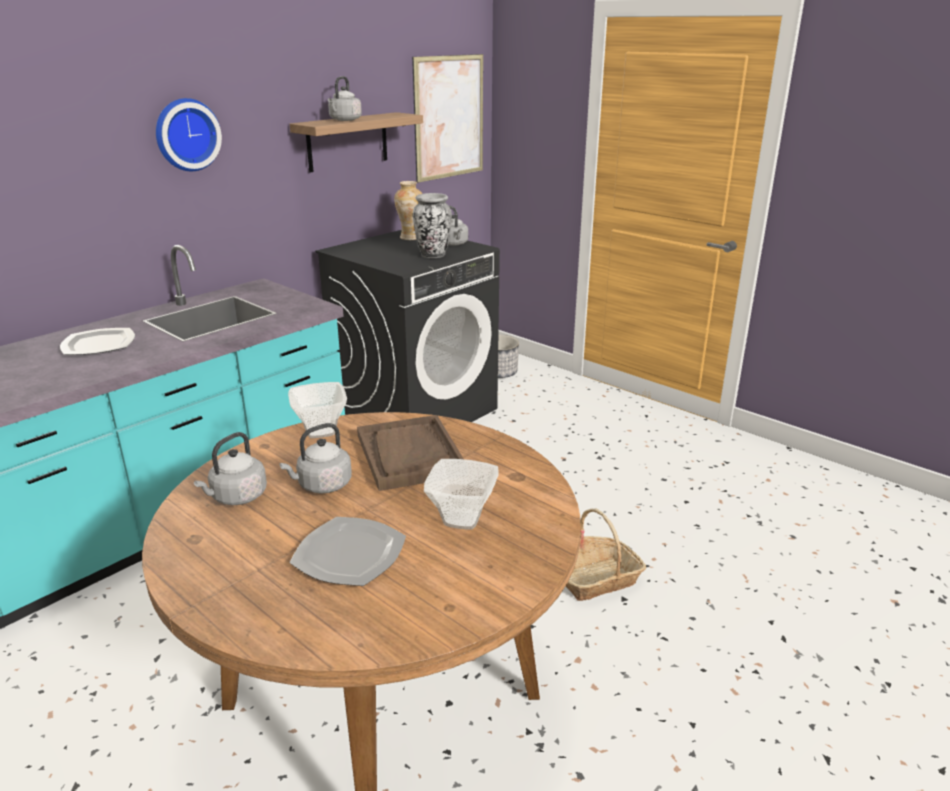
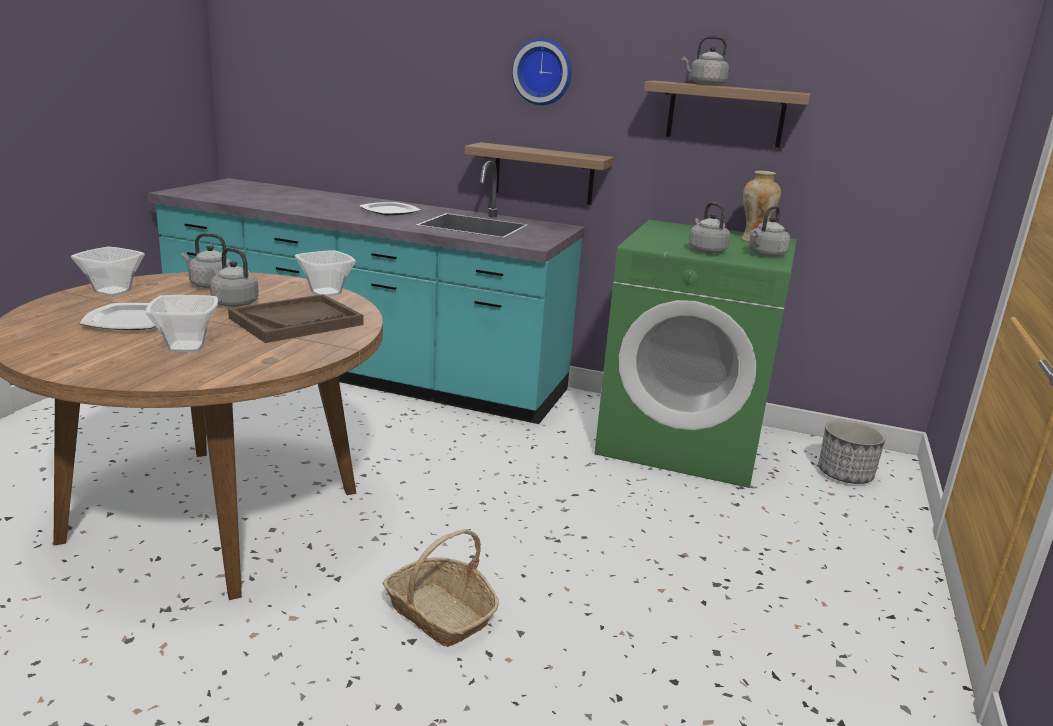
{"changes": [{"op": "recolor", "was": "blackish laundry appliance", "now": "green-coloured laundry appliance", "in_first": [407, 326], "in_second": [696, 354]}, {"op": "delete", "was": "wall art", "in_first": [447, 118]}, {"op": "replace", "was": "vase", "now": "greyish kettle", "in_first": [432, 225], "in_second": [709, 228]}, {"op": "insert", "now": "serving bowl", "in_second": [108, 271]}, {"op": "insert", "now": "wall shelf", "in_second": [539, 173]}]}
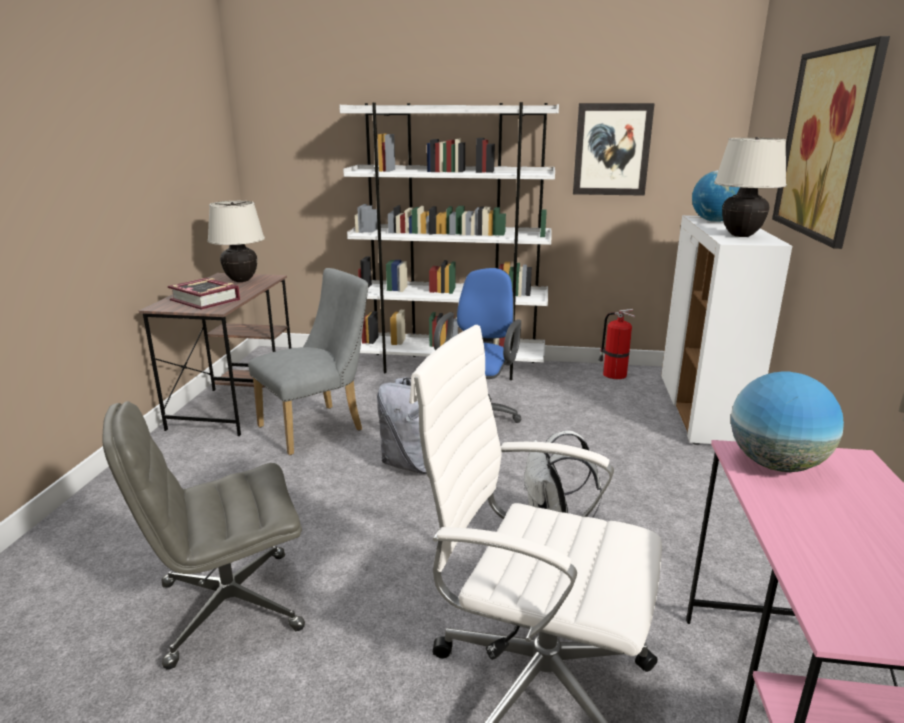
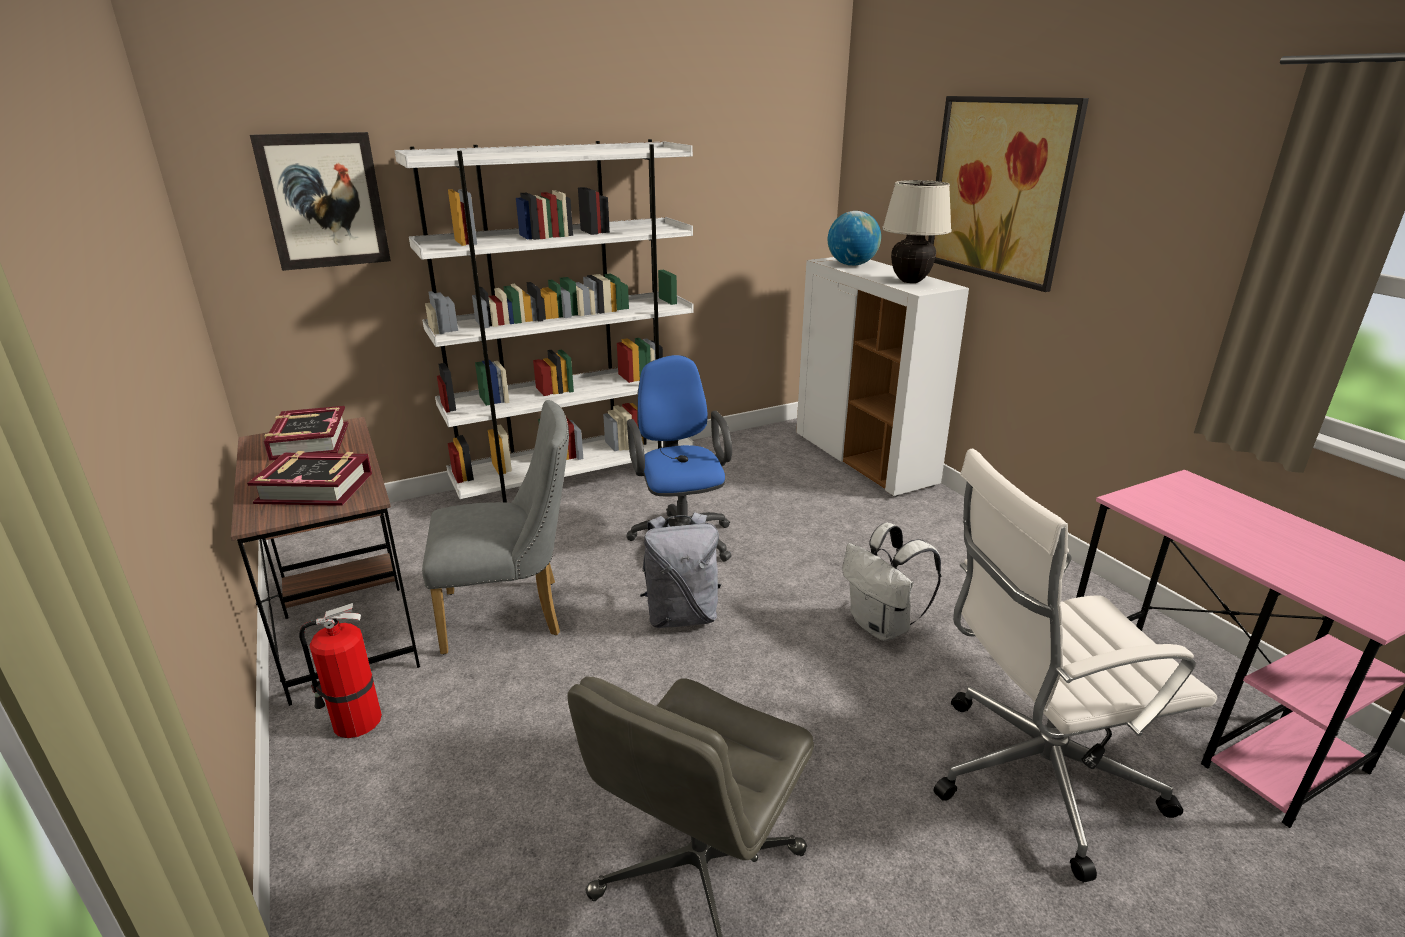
{"changes": [{"op": "replace", "was": "beige-coloured tabletop lamp", "now": "bound book", "in_first": [236, 241], "in_second": [306, 433]}, {"op": "rotate", "was": "greyish chair", "in_first": [308, 361], "in_second": [495, 527], "clockwise": 60}, {"op": "move", "was": "wall art", "in_first": [614, 149], "in_second": [320, 201]}, {"op": "move", "was": "extinguisher", "in_first": [617, 344], "in_second": [340, 670]}, {"op": "delete", "was": "world globe", "in_first": [787, 422]}]}
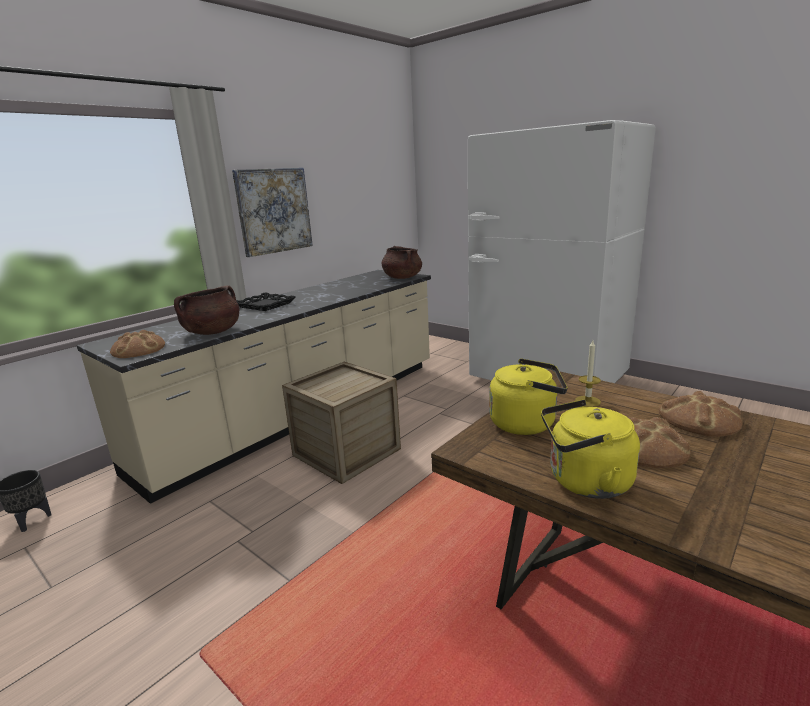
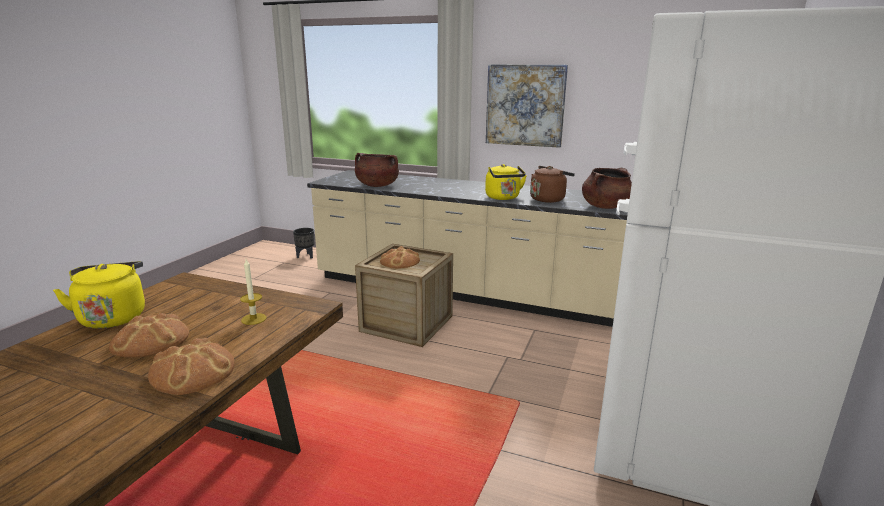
{"changes": [{"op": "move", "was": "baked bread", "in_first": [137, 344], "in_second": [400, 257]}, {"op": "delete", "was": "blackish carrying tray", "in_first": [266, 302]}, {"op": "move", "was": "yellow-coloured kettle", "in_first": [528, 396], "in_second": [506, 182]}, {"op": "insert", "now": "brown-coloured kettle", "in_second": [552, 184]}]}
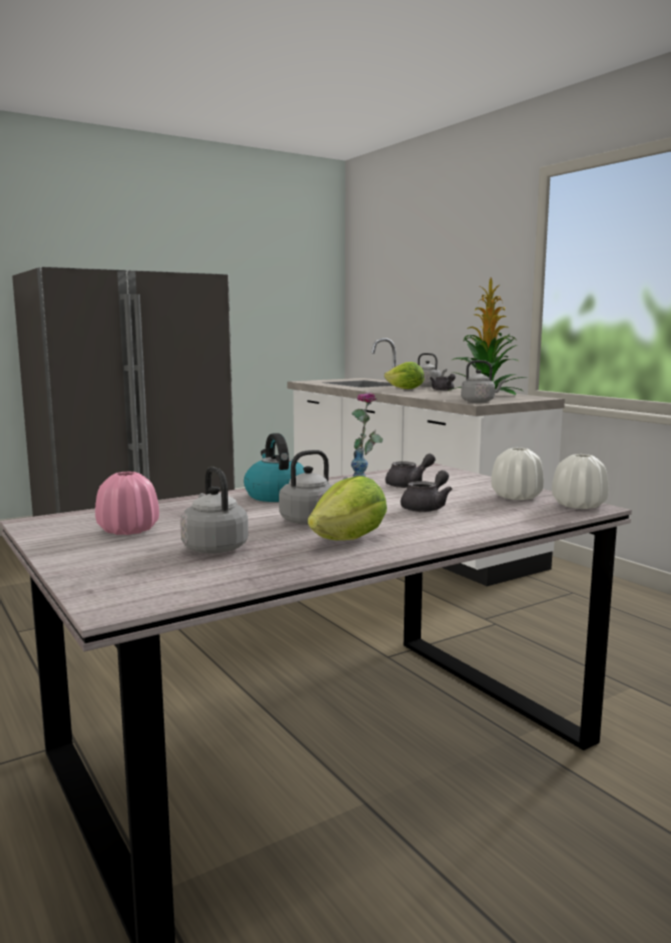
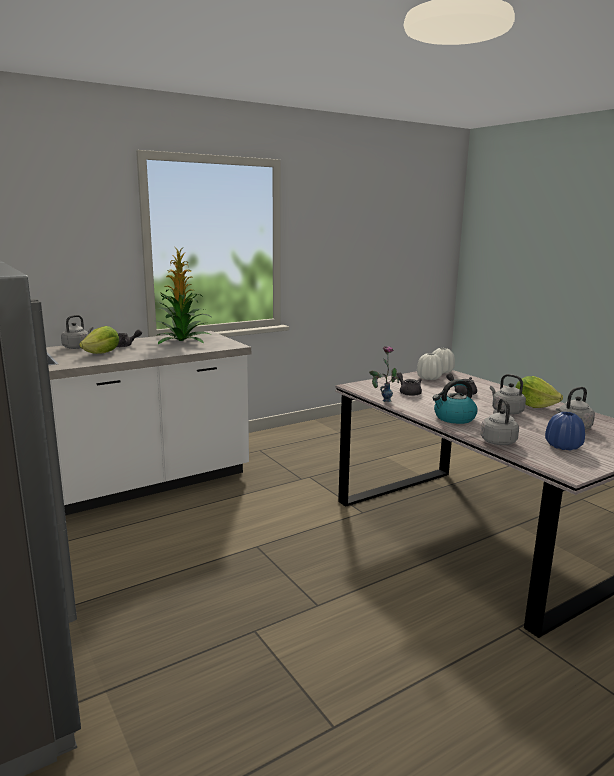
{"changes": [{"op": "recolor", "was": "pink vase", "now": "blue vase", "in_first": [127, 503], "in_second": [565, 431]}, {"op": "move", "was": "greyish kettle", "in_first": [483, 381], "in_second": [500, 421]}]}
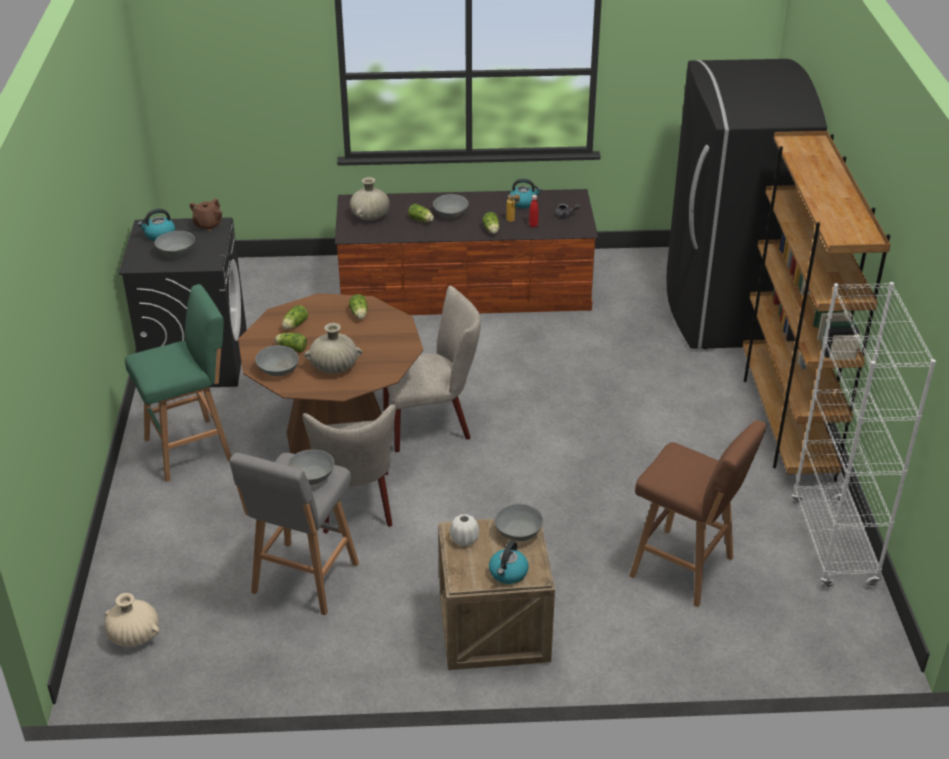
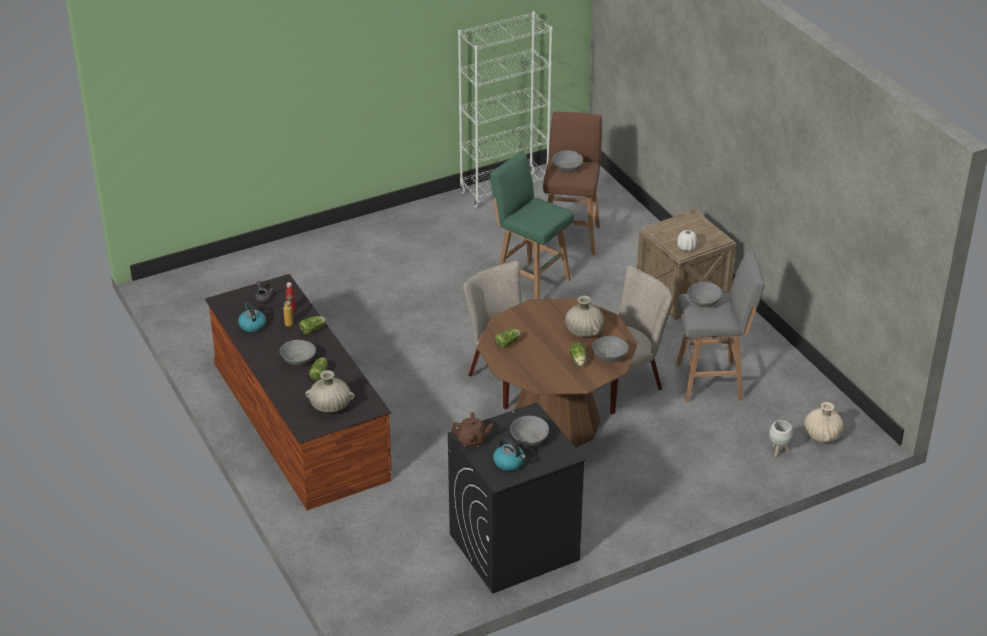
{"changes": [{"op": "move", "was": "green-coloured sitting stool", "in_first": [178, 383], "in_second": [532, 225]}, {"op": "delete", "was": "head of lettuce", "in_first": [295, 317]}, {"op": "delete", "was": "kettle", "in_first": [509, 562]}, {"op": "move", "was": "greyish serving bowl", "in_first": [518, 522], "in_second": [568, 161]}, {"op": "delete", "was": "blackish fridge", "in_first": [747, 204]}, {"op": "delete", "was": "brown-coloured bookcase", "in_first": [817, 306]}, {"op": "insert", "now": "whitish flower pot", "in_second": [781, 438]}]}
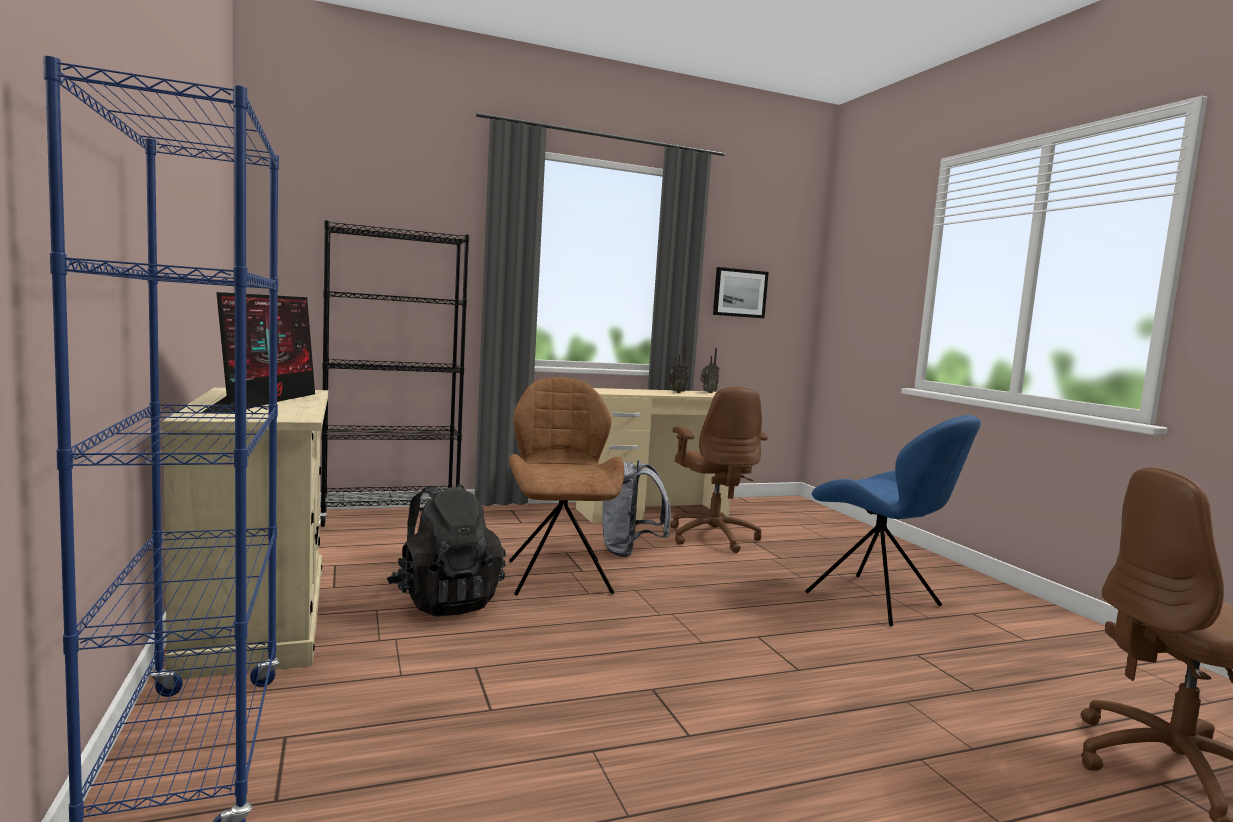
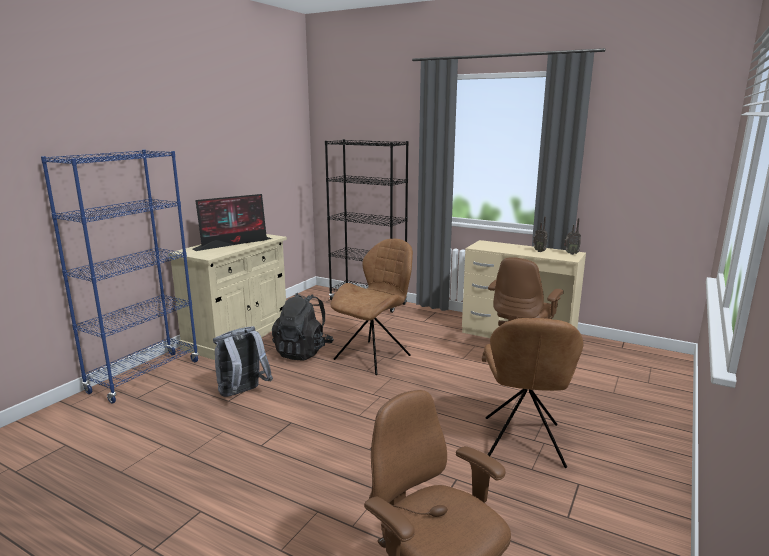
{"changes": [{"op": "move", "was": "greyish backpack", "in_first": [637, 508], "in_second": [243, 361]}, {"op": "delete", "was": "wall art", "in_first": [741, 292]}, {"op": "recolor", "was": "blue chair", "now": "brown-coloured chair", "in_first": [893, 520], "in_second": [534, 393]}]}
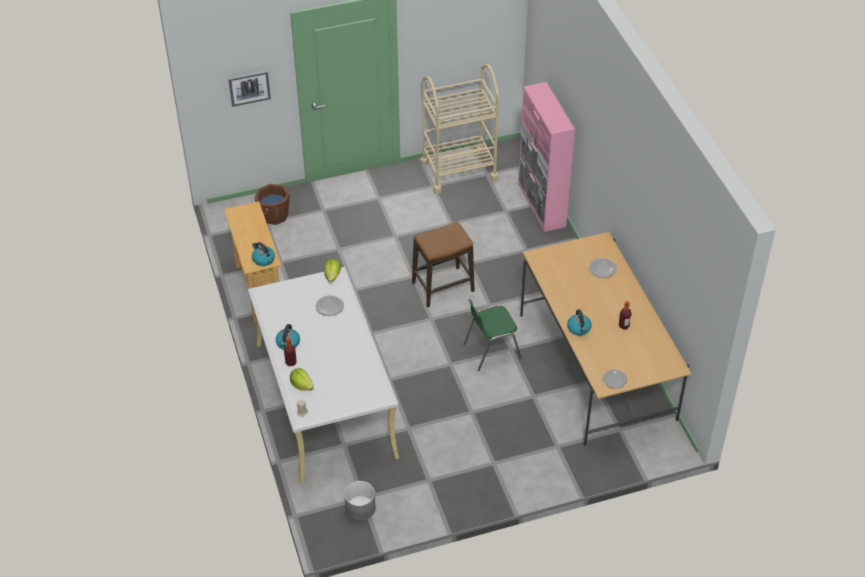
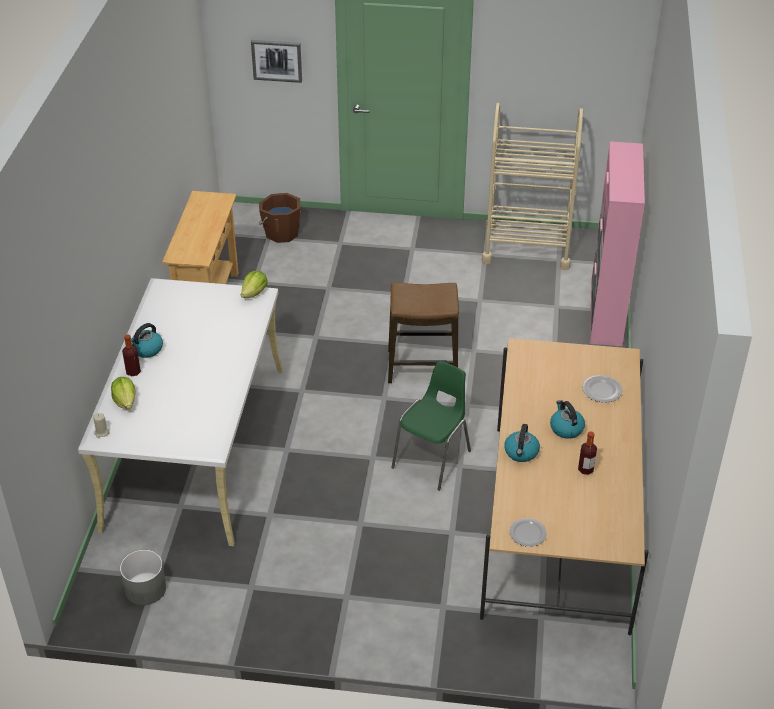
{"changes": [{"op": "move", "was": "kettle", "in_first": [263, 254], "in_second": [567, 419]}, {"op": "delete", "was": "plate", "in_first": [330, 305]}, {"op": "rotate", "was": "green-coloured chair", "in_first": [492, 335], "in_second": [431, 426], "clockwise": 120}]}
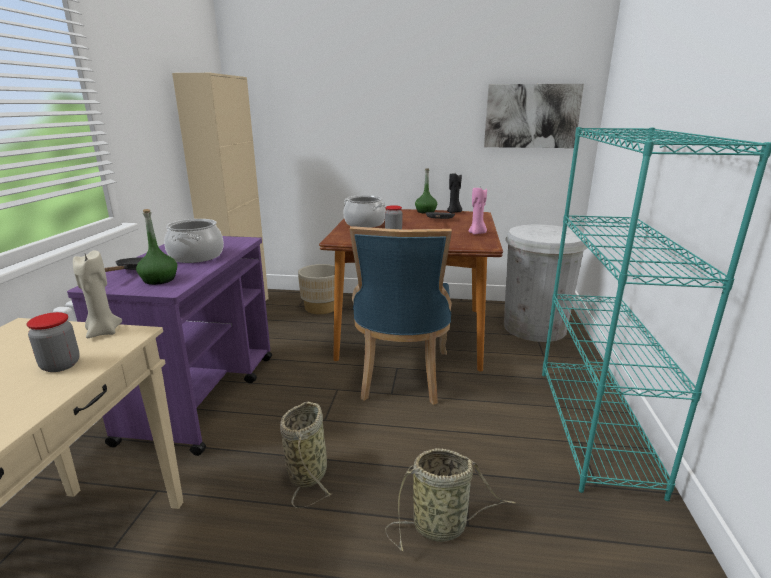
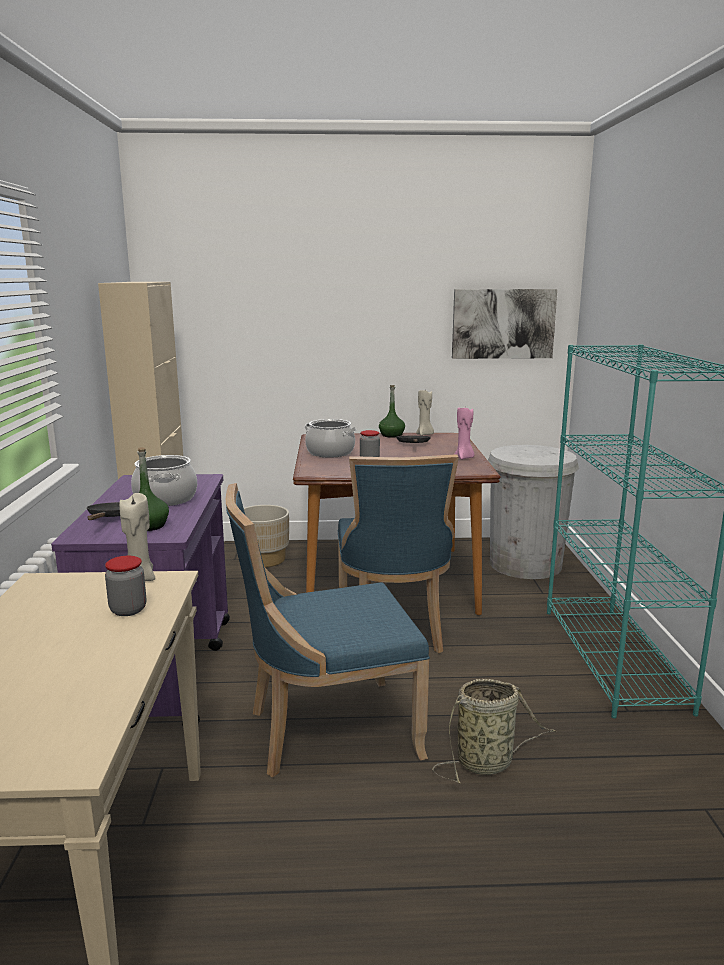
{"changes": [{"op": "replace", "was": "storage basket", "now": "blue chair", "in_first": [306, 455], "in_second": [328, 630]}, {"op": "recolor", "was": "blackish candle", "now": "beige-coloured candle", "in_first": [454, 193], "in_second": [425, 412]}]}
